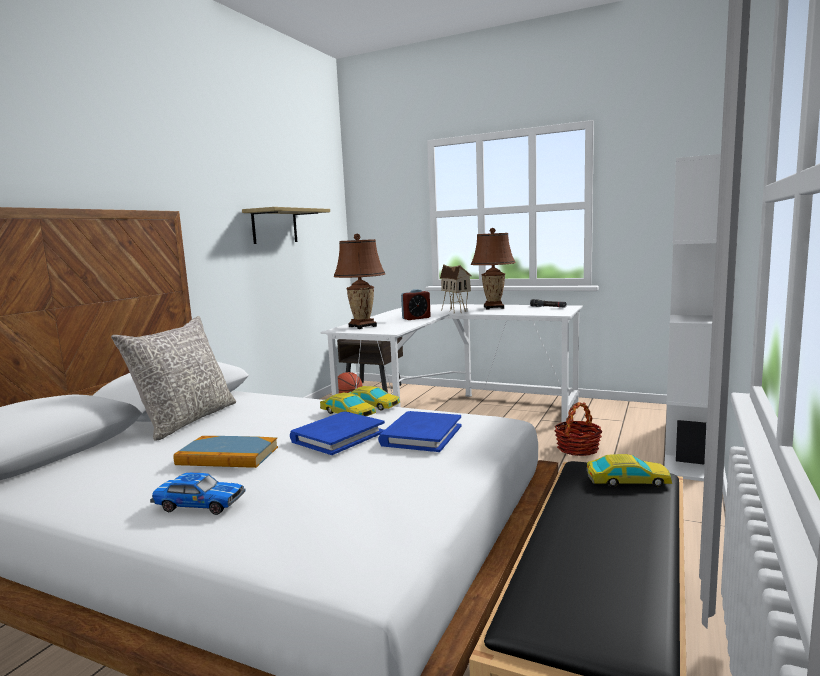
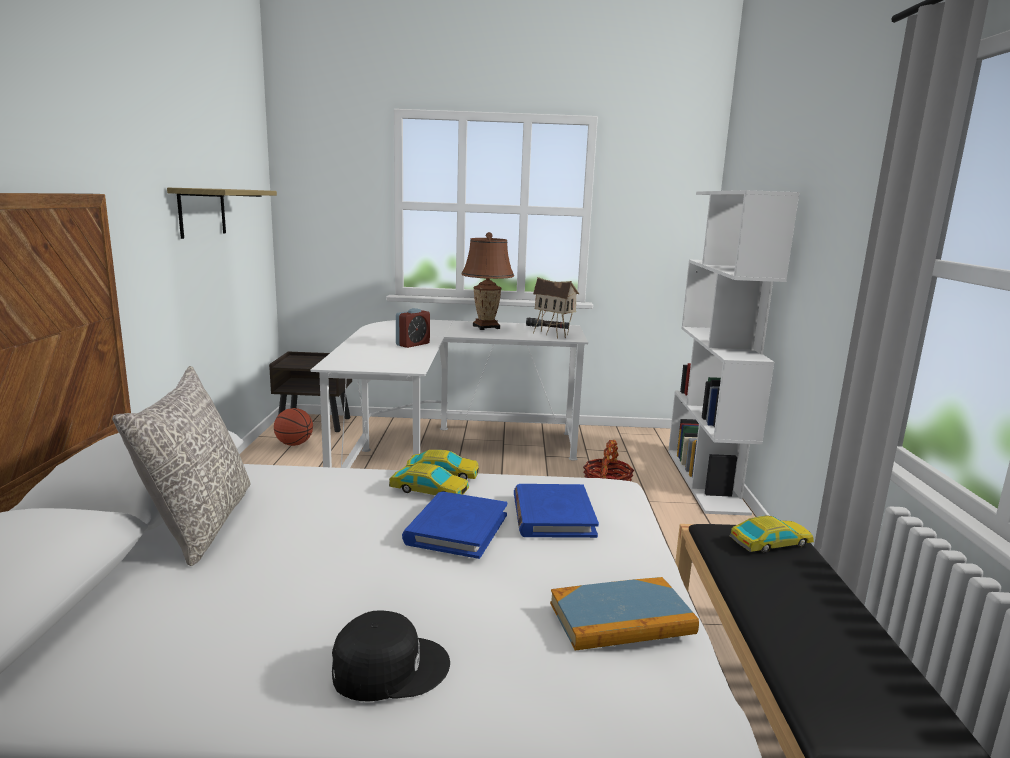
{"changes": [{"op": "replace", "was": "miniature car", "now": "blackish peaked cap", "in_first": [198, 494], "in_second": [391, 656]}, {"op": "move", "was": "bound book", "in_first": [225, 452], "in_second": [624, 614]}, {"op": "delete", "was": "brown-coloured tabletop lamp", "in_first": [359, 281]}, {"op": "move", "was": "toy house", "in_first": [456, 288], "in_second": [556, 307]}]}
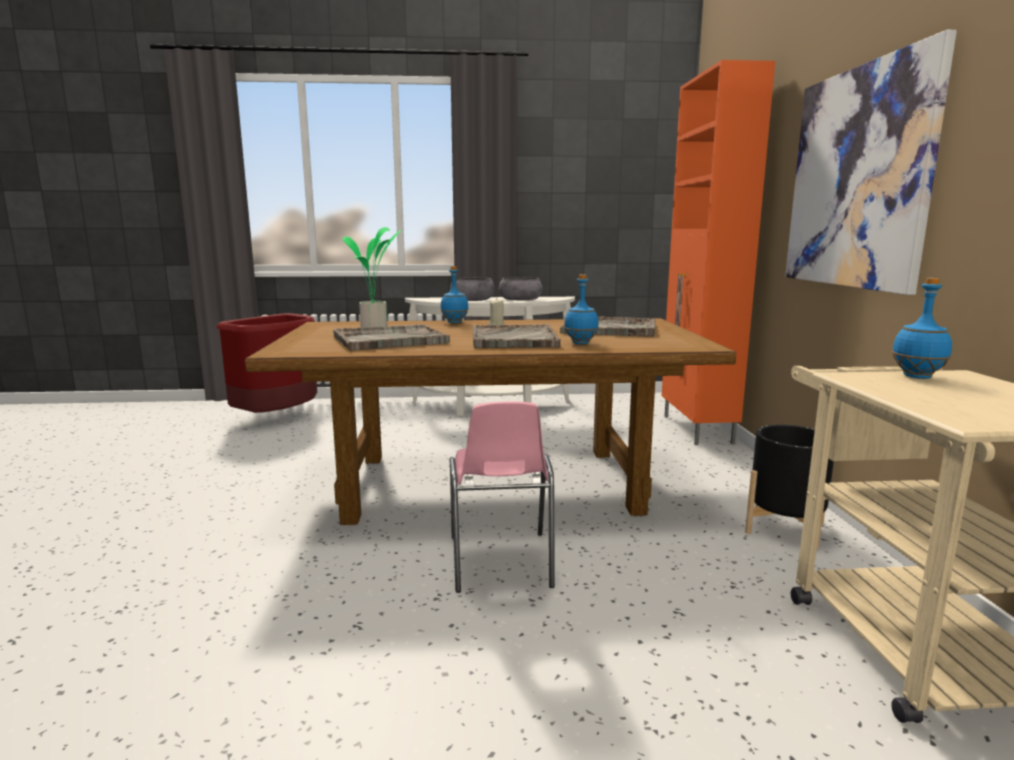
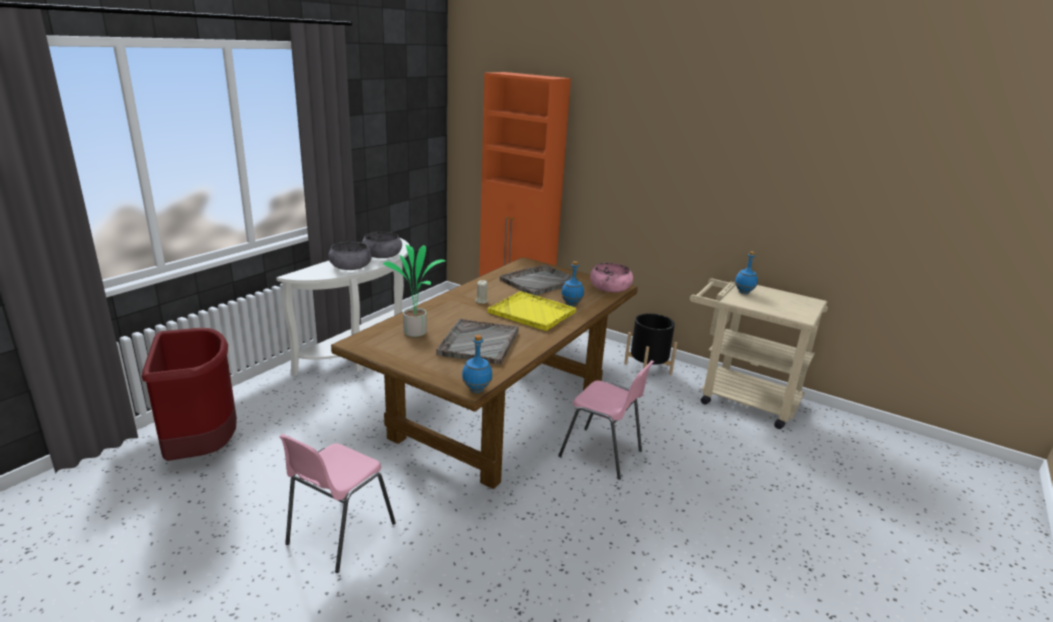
{"changes": [{"op": "move", "was": "blue beverage bottle", "in_first": [454, 294], "in_second": [477, 364]}, {"op": "recolor", "was": "greyish carrying tray", "now": "yellow-coloured carrying tray", "in_first": [517, 336], "in_second": [531, 311]}, {"op": "delete", "was": "wall art", "in_first": [871, 162]}, {"op": "insert", "now": "pink chair", "in_second": [337, 503]}, {"op": "insert", "now": "pink serving bowl", "in_second": [611, 278]}]}
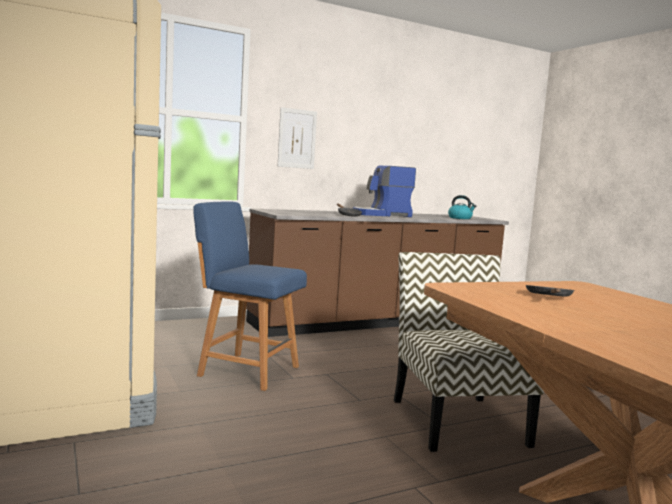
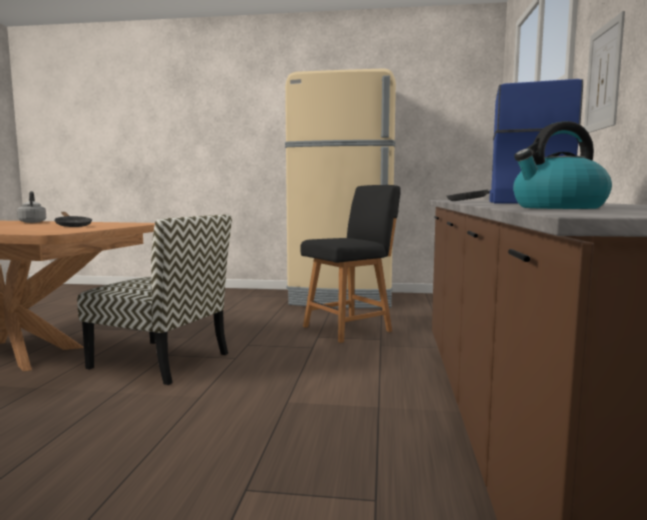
{"changes": [{"op": "recolor", "was": "blue chair", "now": "blackish chair", "in_first": [250, 296], "in_second": [351, 264]}, {"op": "insert", "now": "greyish kettle", "in_second": [31, 207]}]}
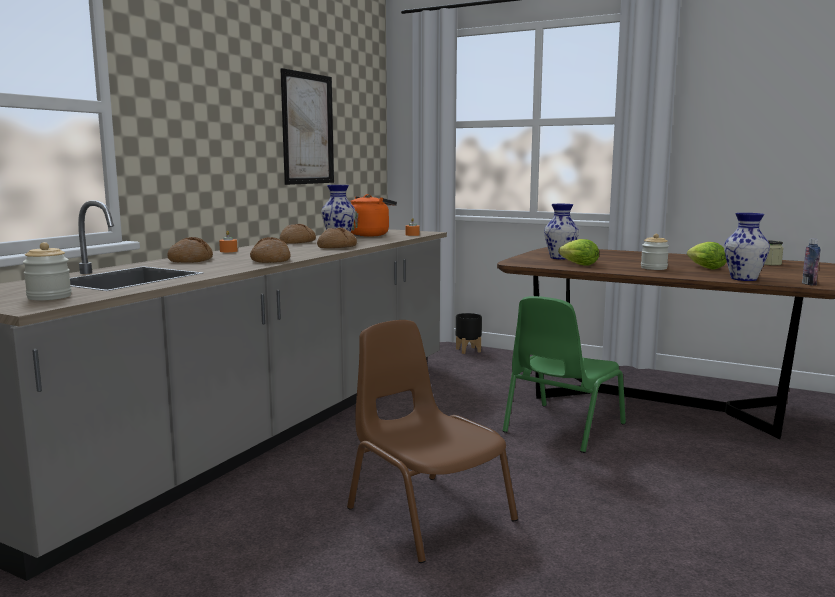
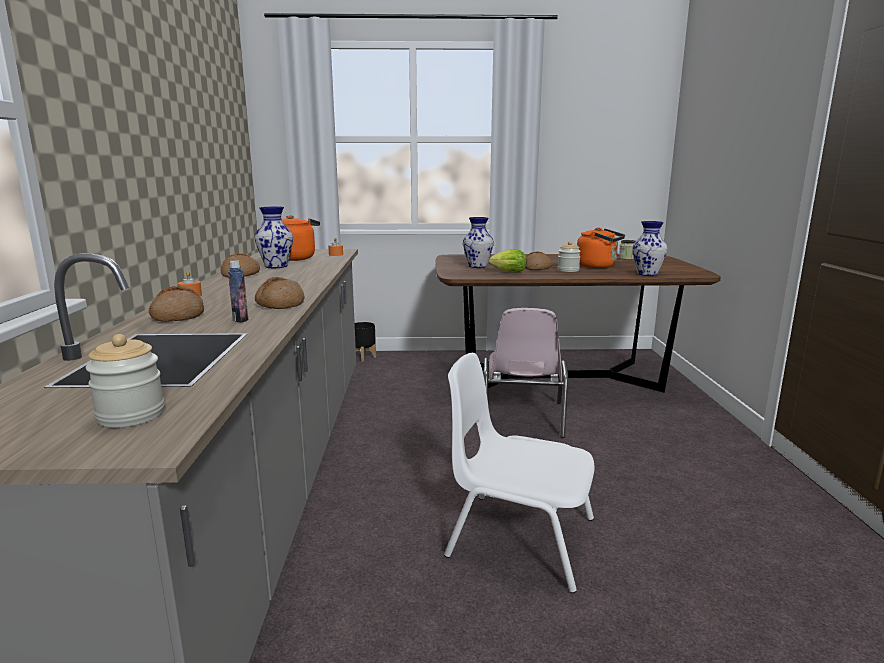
{"changes": [{"op": "delete", "was": "wall art", "in_first": [307, 126]}, {"op": "move", "was": "baked bread", "in_first": [337, 238], "in_second": [538, 261]}, {"op": "recolor", "was": "brown-coloured chair", "now": "whitish chair", "in_first": [432, 441], "in_second": [519, 473]}, {"op": "recolor", "was": "green-coloured chair", "now": "pink chair", "in_first": [564, 374], "in_second": [526, 373]}, {"op": "replace", "was": "head of lettuce", "now": "orangey kettle", "in_first": [707, 255], "in_second": [601, 247]}, {"op": "move", "was": "beverage bottle", "in_first": [811, 262], "in_second": [238, 291]}]}
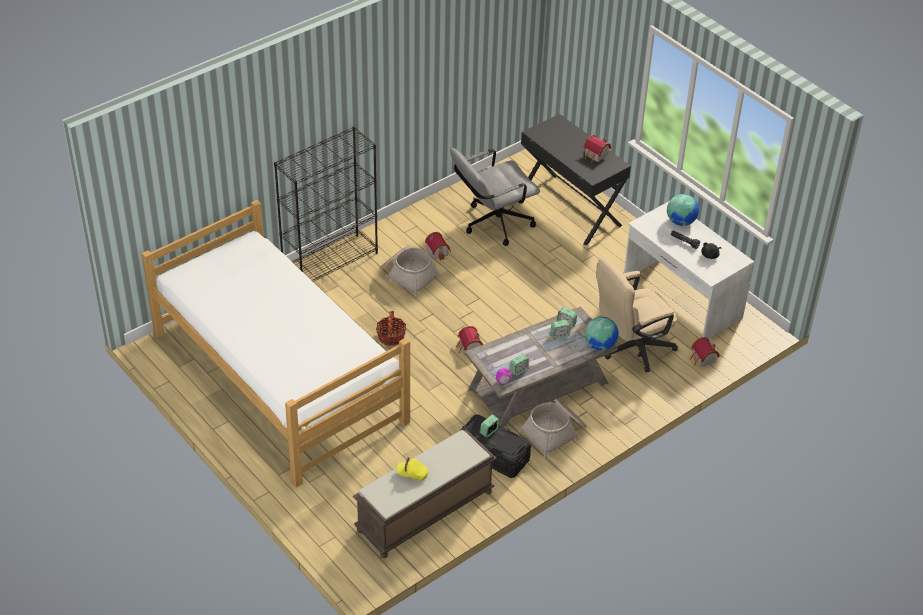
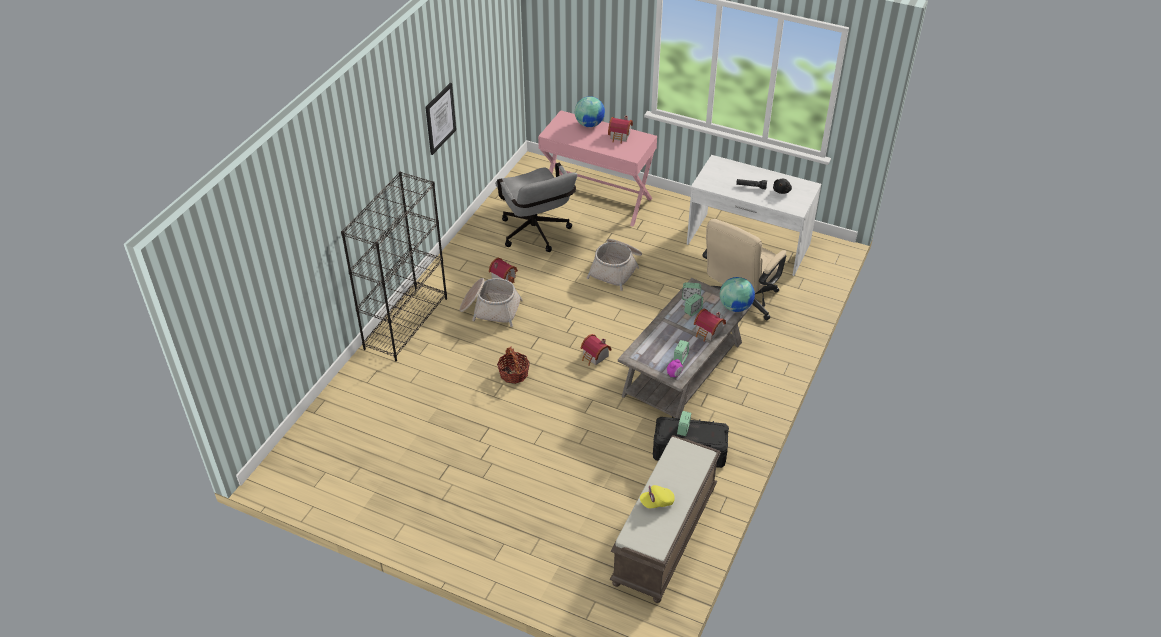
{"changes": [{"op": "delete", "was": "bed", "in_first": [275, 344]}, {"op": "rotate", "was": "greyish office chair", "in_first": [495, 197], "in_second": [536, 207], "clockwise": -60}, {"op": "move", "was": "storage basket", "in_first": [553, 428], "in_second": [614, 265]}, {"op": "recolor", "was": "blackish desk", "now": "pink desk", "in_first": [576, 180], "in_second": [597, 168]}, {"op": "move", "was": "world globe", "in_first": [683, 210], "in_second": [590, 111]}, {"op": "move", "was": "toy house", "in_first": [705, 352], "in_second": [710, 325]}, {"op": "insert", "now": "wall art", "in_second": [440, 119]}]}
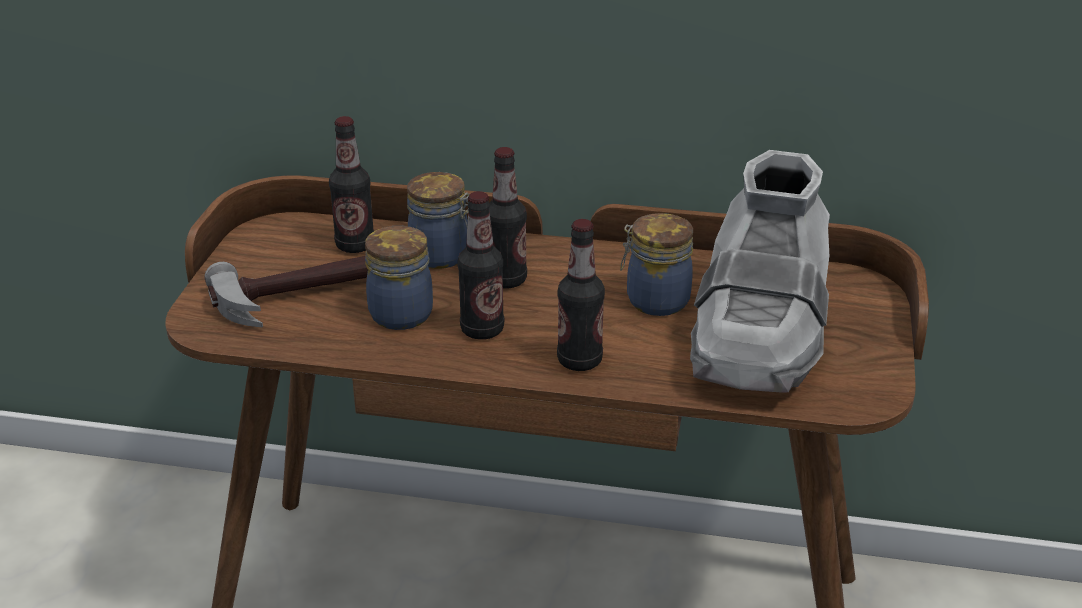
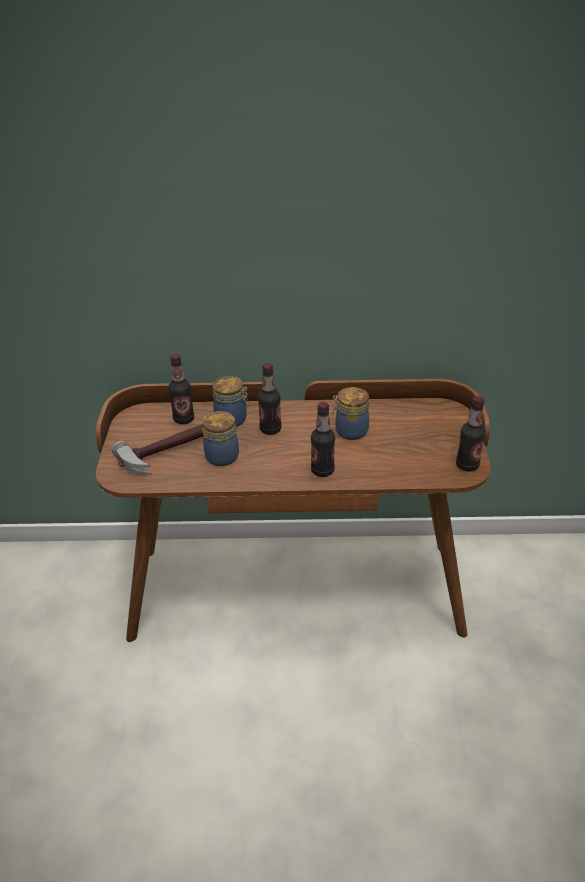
{"changes": [{"op": "move", "was": "beverage bottle", "in_first": [480, 265], "in_second": [471, 434]}, {"op": "delete", "was": "greyish tall boot", "in_first": [760, 271]}]}
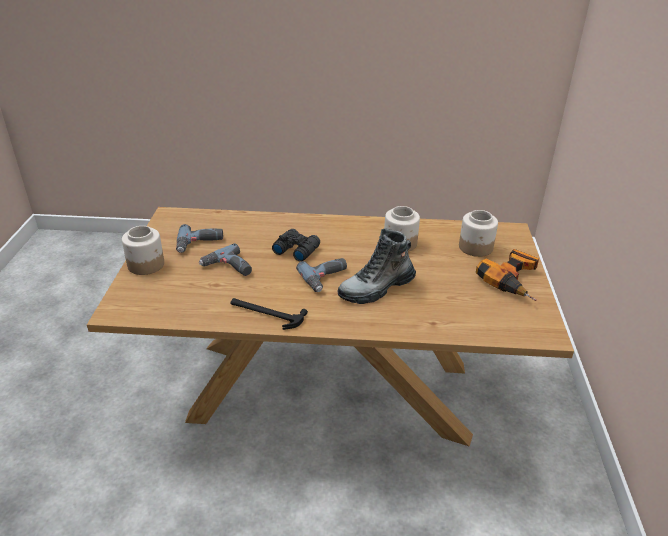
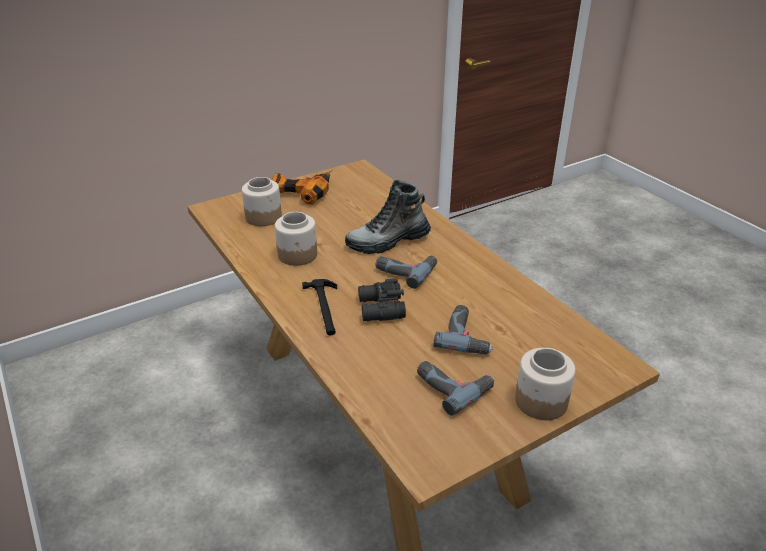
{"changes": [{"op": "move", "was": "hammer", "in_first": [269, 314], "in_second": [319, 307]}, {"op": "rotate", "was": "tall boot", "in_first": [376, 266], "in_second": [388, 217], "clockwise": 135}]}
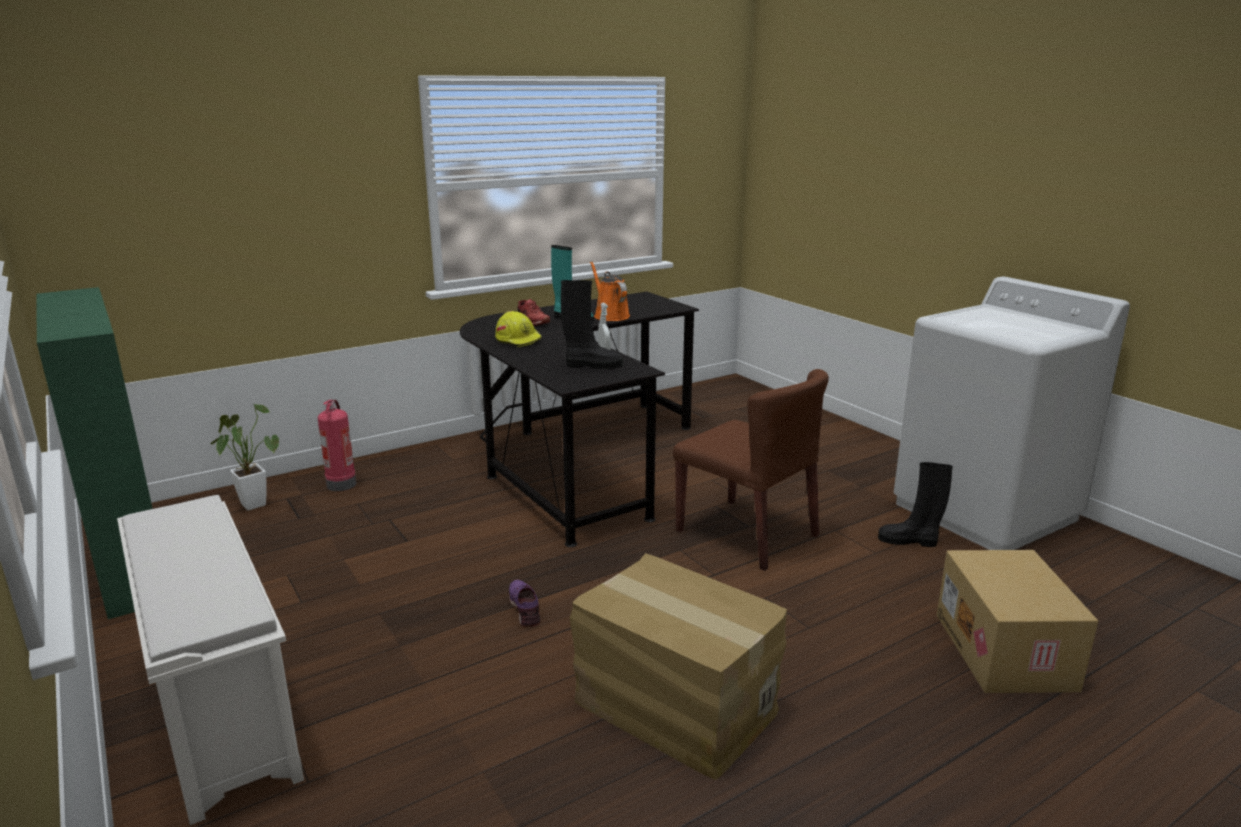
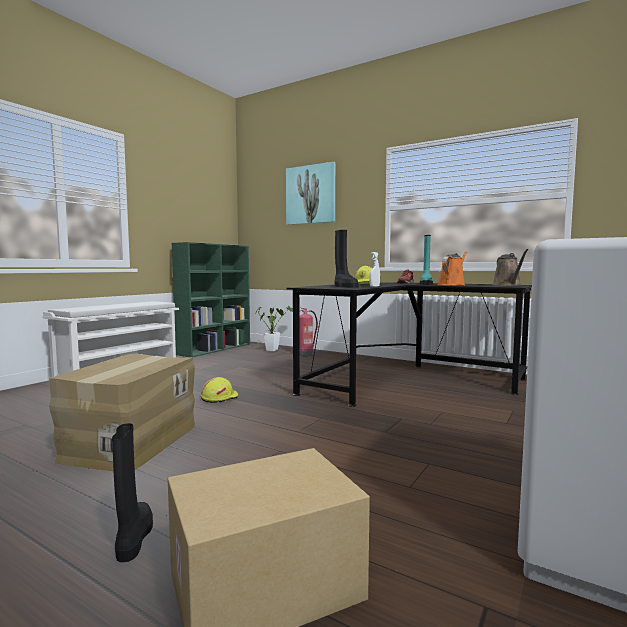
{"changes": [{"op": "replace", "was": "purple-coloured low shoe", "now": "yellow-coloured safety helmet", "in_first": [525, 603], "in_second": [220, 390]}, {"op": "delete", "was": "brown-coloured chair", "in_first": [751, 470]}, {"op": "move", "was": "blackish tall boot", "in_first": [915, 504], "in_second": [132, 492]}, {"op": "insert", "now": "wall art", "in_second": [310, 193]}, {"op": "insert", "now": "brown-coloured sprinkling can", "in_second": [510, 267]}]}
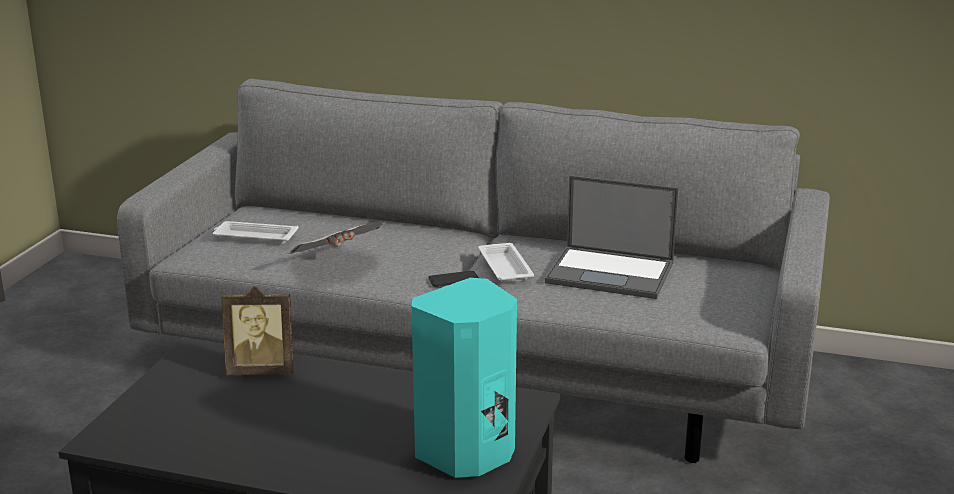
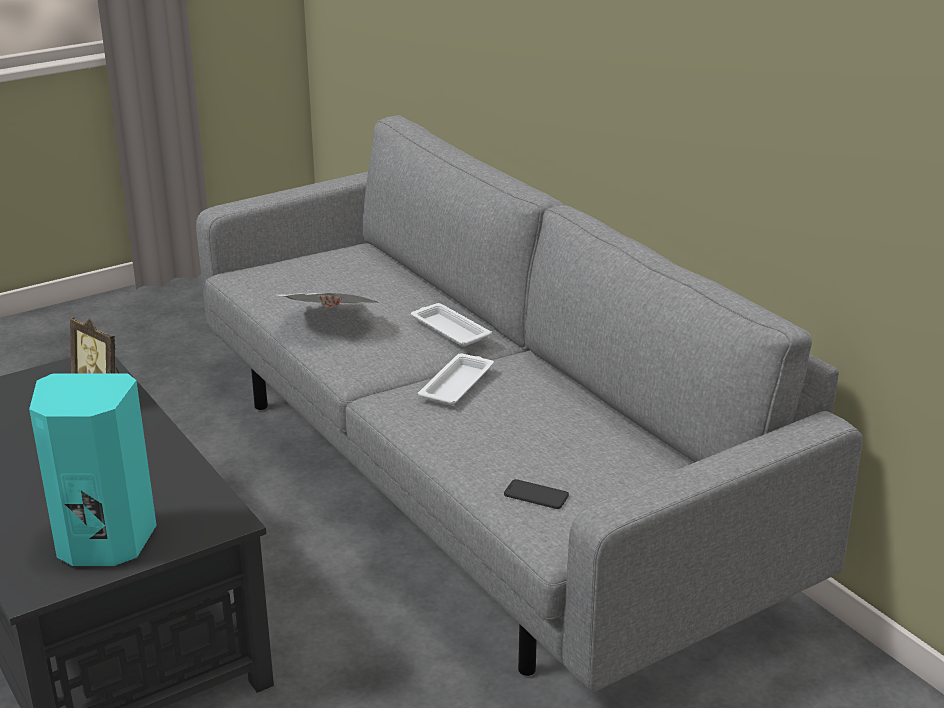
{"changes": [{"op": "move", "was": "whitish carrying tray", "in_first": [256, 232], "in_second": [451, 325]}, {"op": "move", "was": "phone", "in_first": [453, 279], "in_second": [536, 494]}, {"op": "delete", "was": "notebook computer", "in_first": [611, 237]}]}
